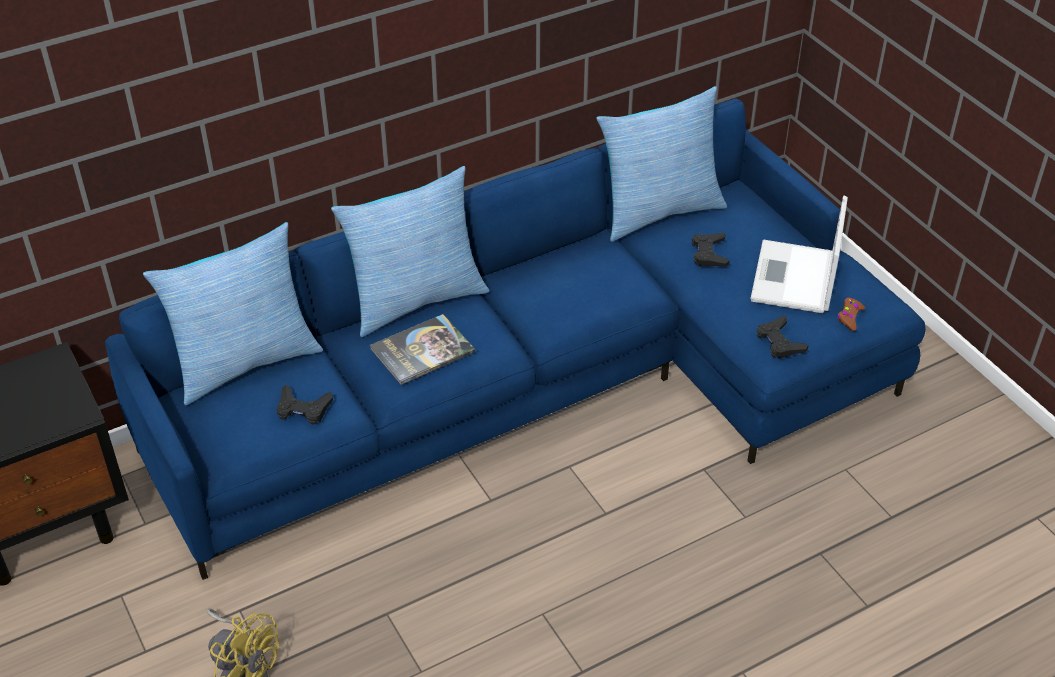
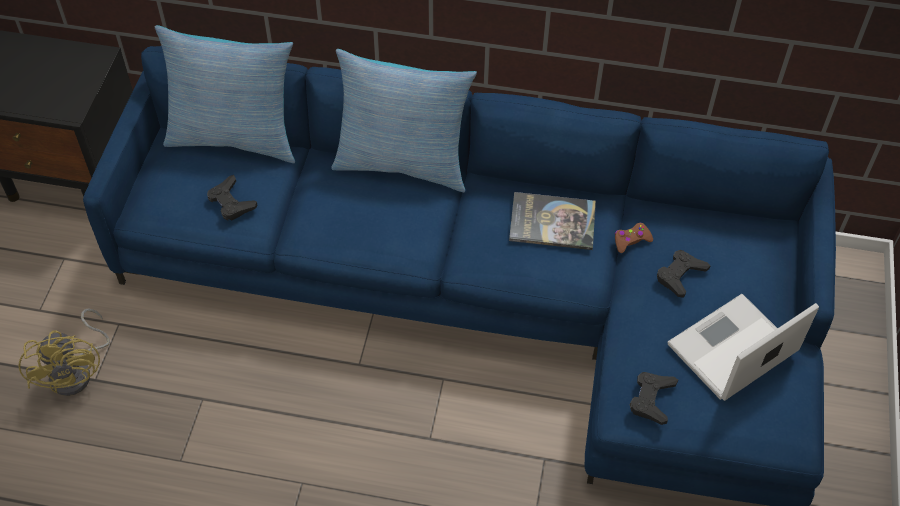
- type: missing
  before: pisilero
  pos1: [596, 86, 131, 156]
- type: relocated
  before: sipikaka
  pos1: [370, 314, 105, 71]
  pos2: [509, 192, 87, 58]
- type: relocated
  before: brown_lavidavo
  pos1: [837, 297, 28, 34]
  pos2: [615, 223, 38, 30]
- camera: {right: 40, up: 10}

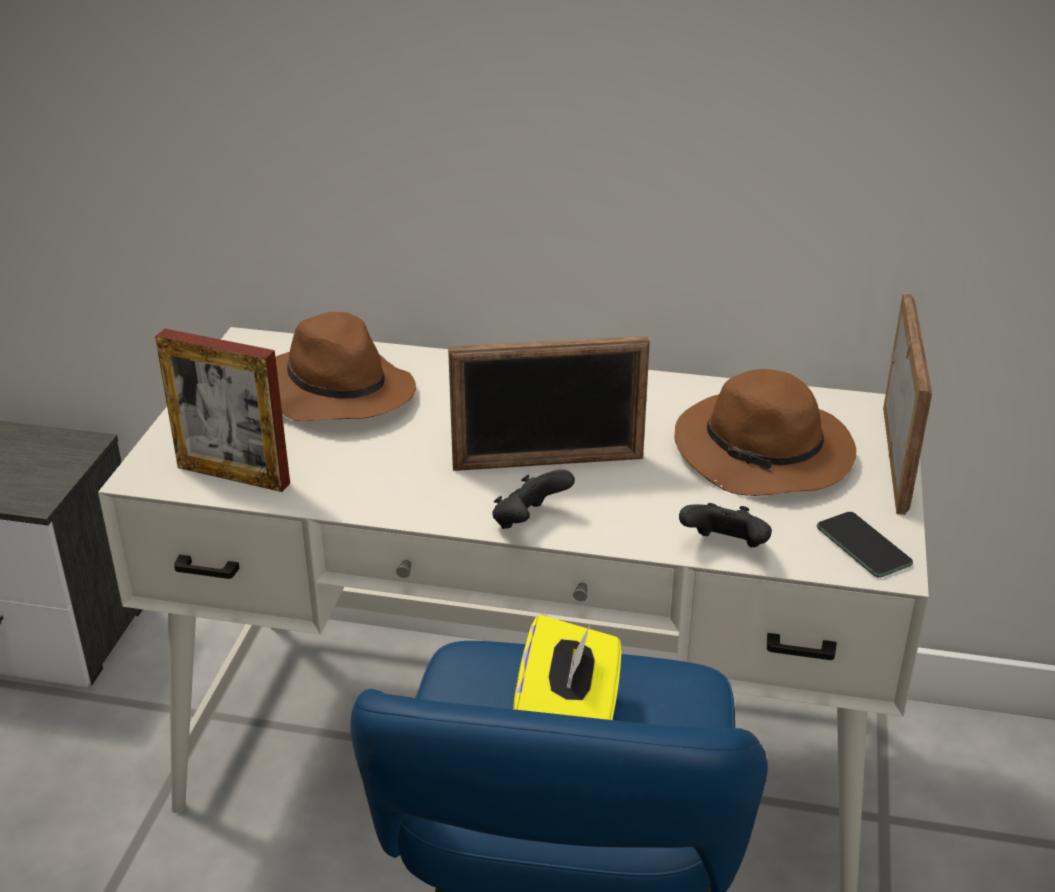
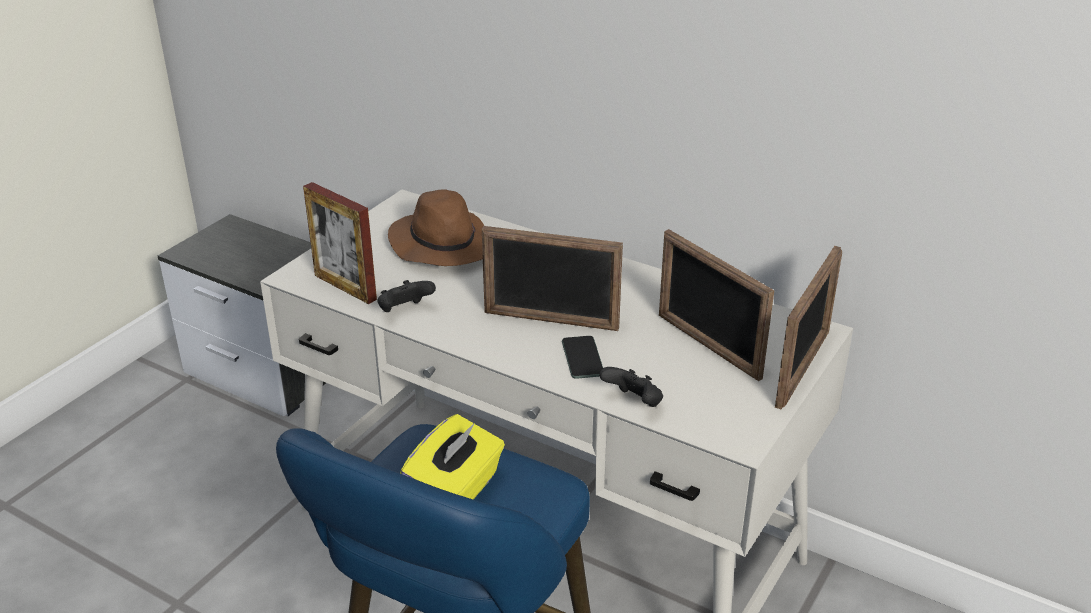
- type: relocated
  before: black_lavidavo
  pos1: [492, 470, 83, 59]
  pos2: [377, 280, 59, 32]
- type: relocated
  before: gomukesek
  pos1: [817, 512, 96, 66]
  pos2: [562, 336, 41, 43]
- type: exchanged
  before: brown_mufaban
  after: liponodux
  pos1: [674, 369, 182, 127]
  pos2: [659, 229, 115, 152]
- camera: {right: 20, up: 0}

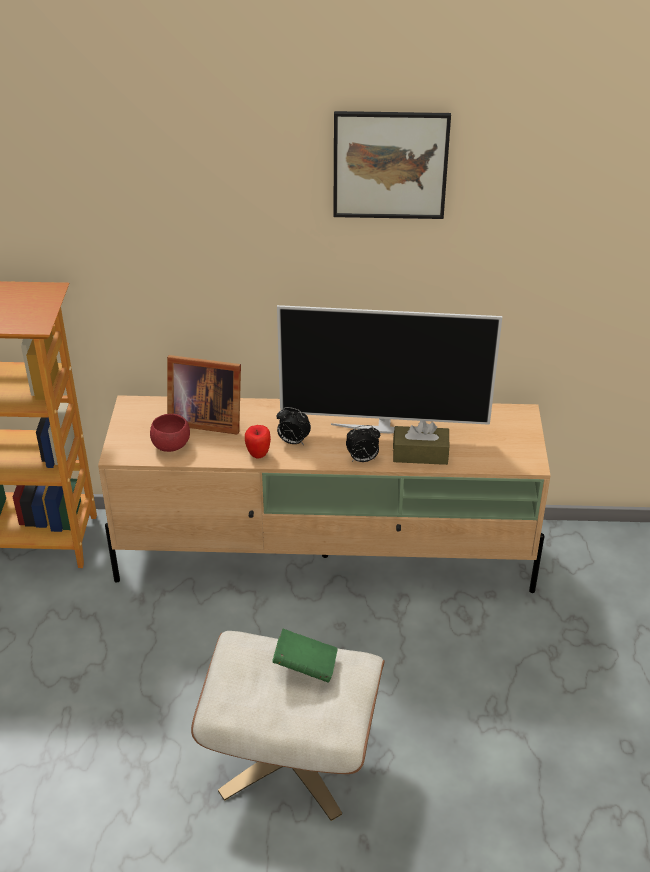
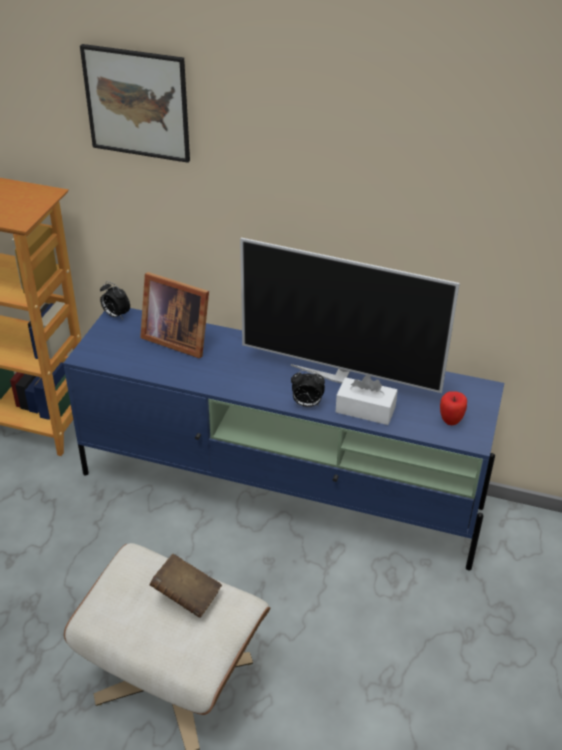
- type: missing
  before: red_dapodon
  pos1: [150, 414, 40, 38]
- type: relocated
  before: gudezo
  pos1: [245, 425, 26, 33]
  pos2: [440, 391, 27, 34]
- type: relocated
  before: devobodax
  pos1: [276, 407, 35, 38]
  pos2: [100, 281, 30, 38]
- type: relocated
  before: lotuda
  pos1: [333, 111, 118, 108]
  pos2: [80, 44, 110, 119]
- type: colour
  before: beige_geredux
  after: blue_geredux
  pos1: [98, 395, 453, 198]
  pos2: [63, 308, 441, 262]
- type: colour
  before: green_sipikaka
  after: brown_sipikaka
  pos1: [272, 629, 66, 54]
  pos2: [150, 554, 72, 64]
- type: colour
  before: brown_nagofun
  after: white_nagofun
  pos1: [393, 419, 56, 46]
  pos2: [336, 375, 62, 50]
- camera: {right: 15, up: 0}

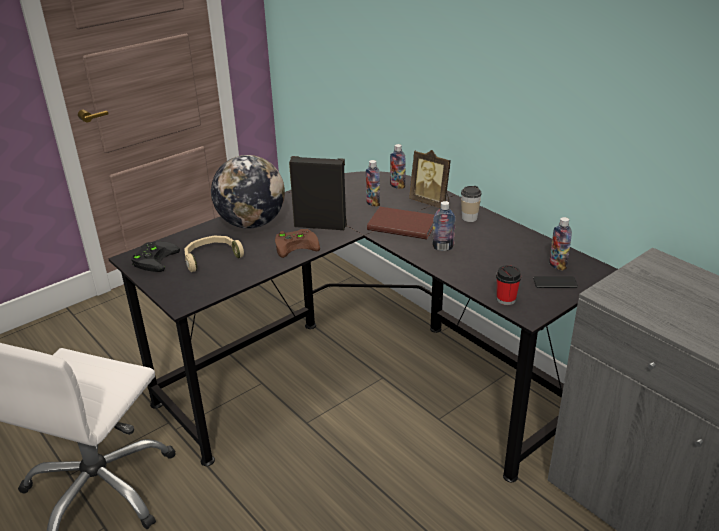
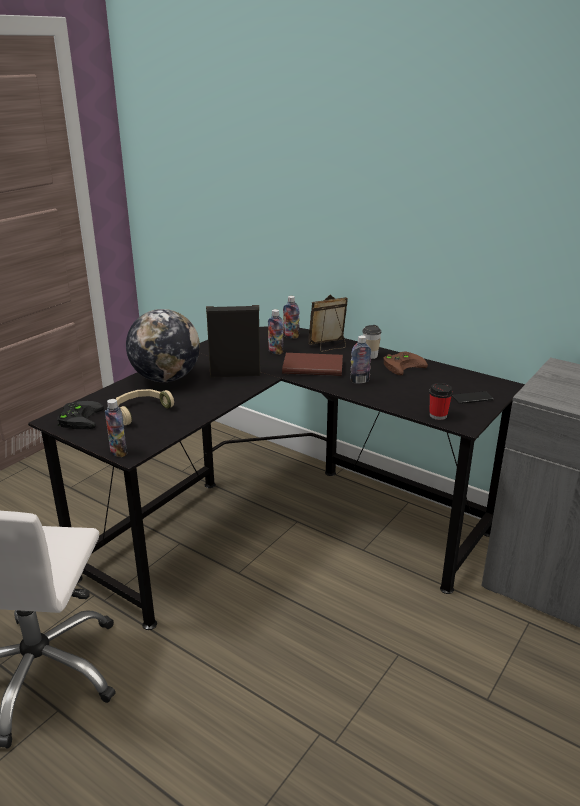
- type: relocated
  before: brown_lavidavo
  pos1: [275, 229, 45, 29]
  pos2: [383, 351, 45, 24]
- type: relocated
  before: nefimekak
  pos1: [549, 217, 23, 54]
  pos2: [105, 399, 22, 58]
- type: spun
  before: liponodux
  pos1: [409, 150, 42, 58]
  pos2: [308, 295, 40, 57]
  turn: 135
- camera: {right: -15, up: -5}

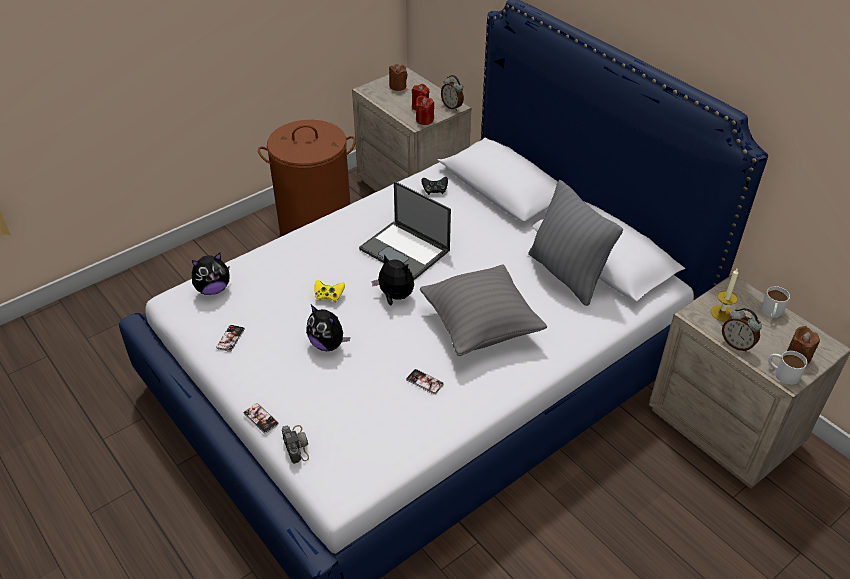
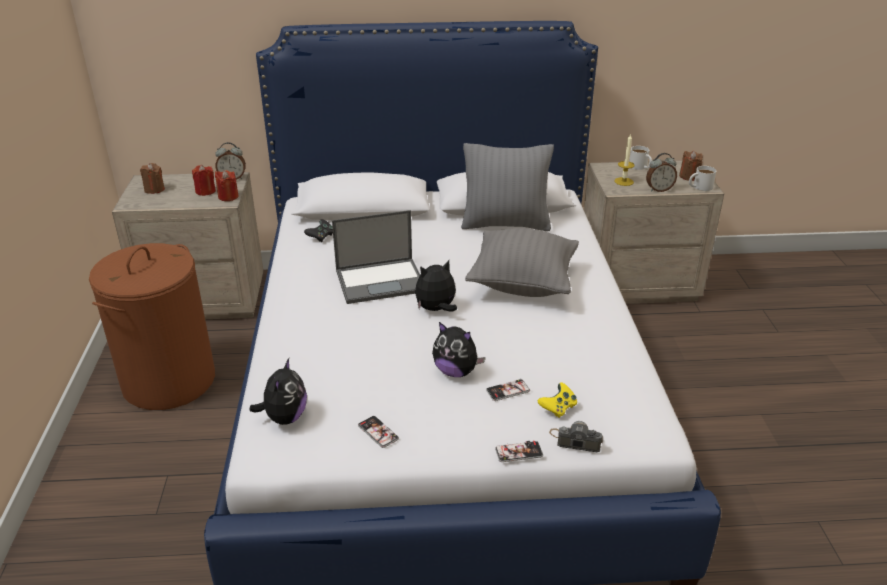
- type: relocated
  before: yellow_lavidavo
  pos1: [314, 280, 31, 22]
  pos2: [538, 382, 39, 36]
- type: relocated
  before: gomukesek
  pos1: [406, 369, 38, 25]
  pos2: [486, 378, 44, 23]
- type: spun
  before: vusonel
  pos1: [306, 305, 44, 46]
  pos2: [432, 322, 53, 55]
  turn: 45
- camera: {right: -55, up: -10}

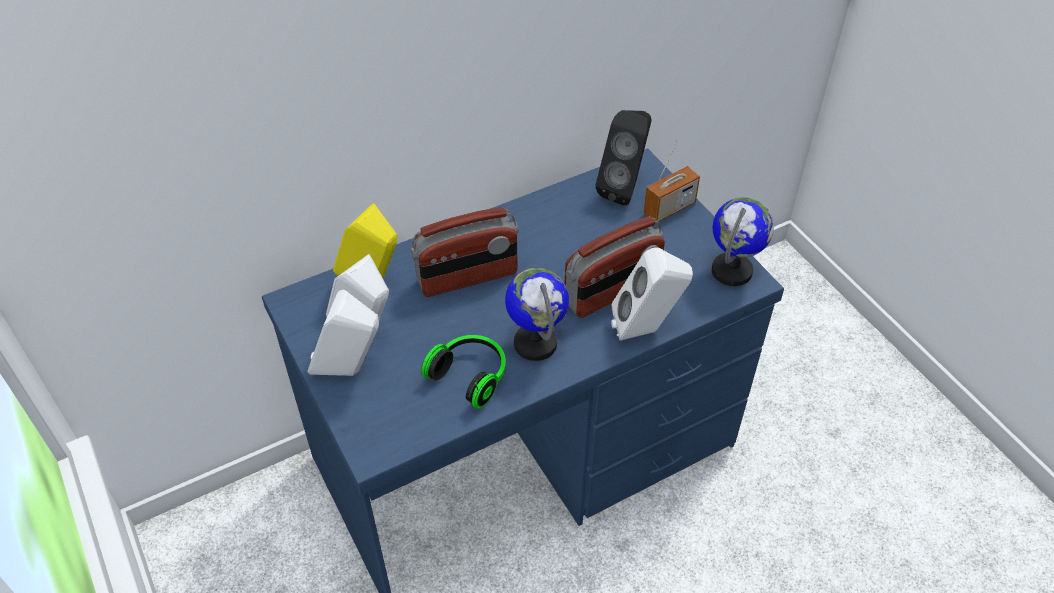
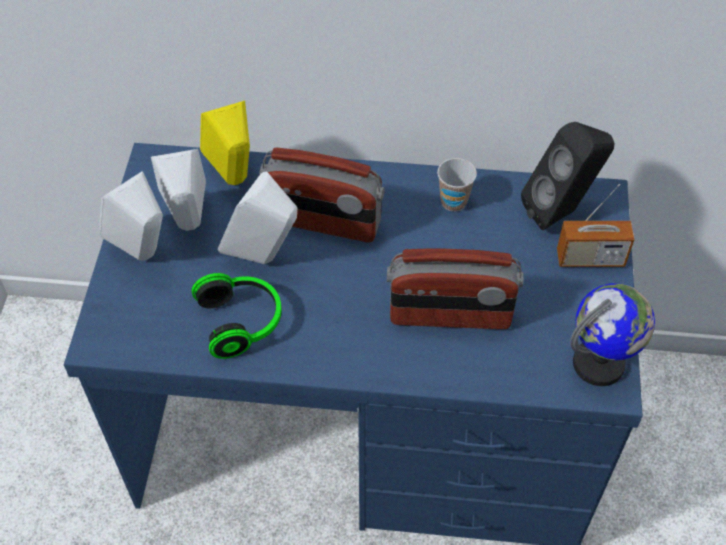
- type: missing
  before: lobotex
  pos1: [505, 268, 64, 93]
- type: appeared
  after: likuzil
  pos2: [437, 158, 40, 54]
- type: relocated
  before: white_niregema
  pos1: [611, 248, 82, 93]
  pos2: [218, 172, 80, 92]
- camera: {right: 35, up: 5}

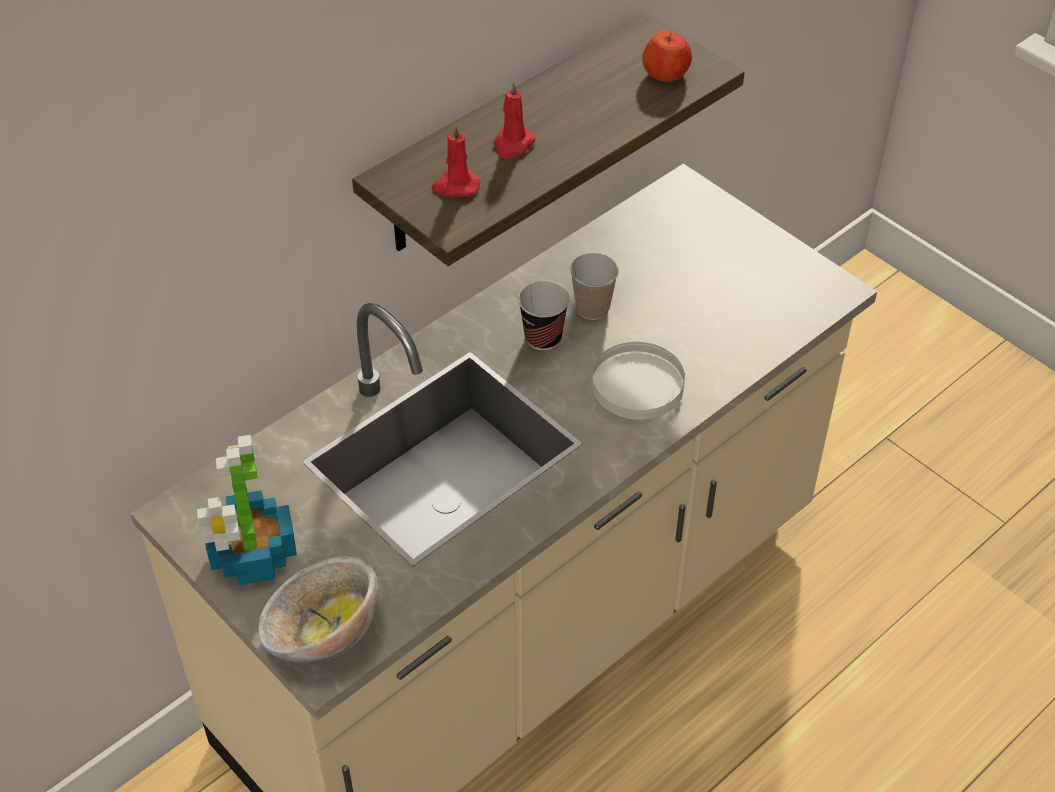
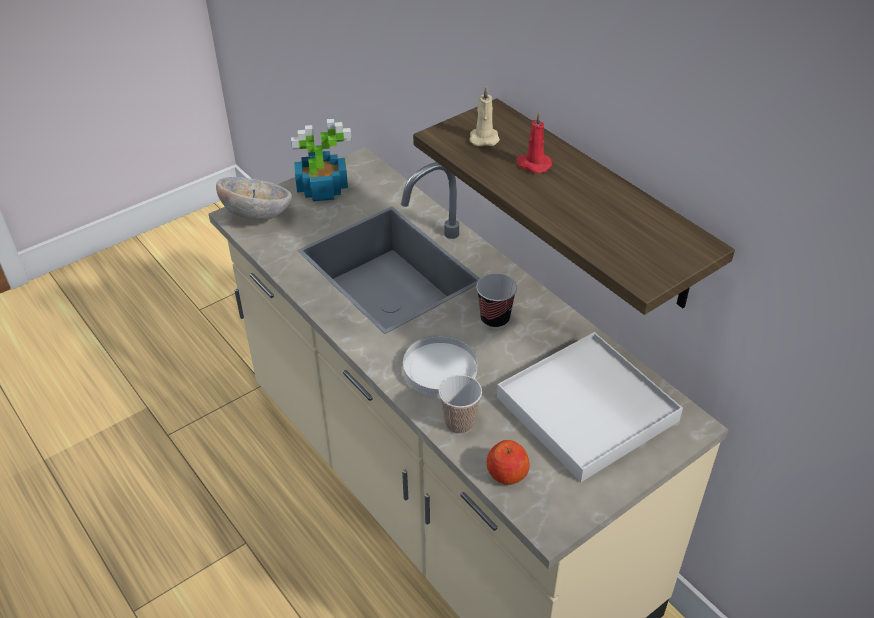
- type: appeared
  after: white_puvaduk
  pos2: [497, 332, 186, 150]
- type: relocated
  before: likuzil
  pos1: [570, 253, 49, 67]
  pos2: [438, 375, 44, 59]
- type: relocated
  before: gudezo
  pos1: [642, 32, 50, 50]
  pos2: [487, 440, 42, 45]
- type: colour
  before: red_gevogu
  after: beige_gevogu
  pos1: [431, 124, 49, 73]
  pos2: [470, 87, 30, 59]
- camera: {right: 95, up: -5}

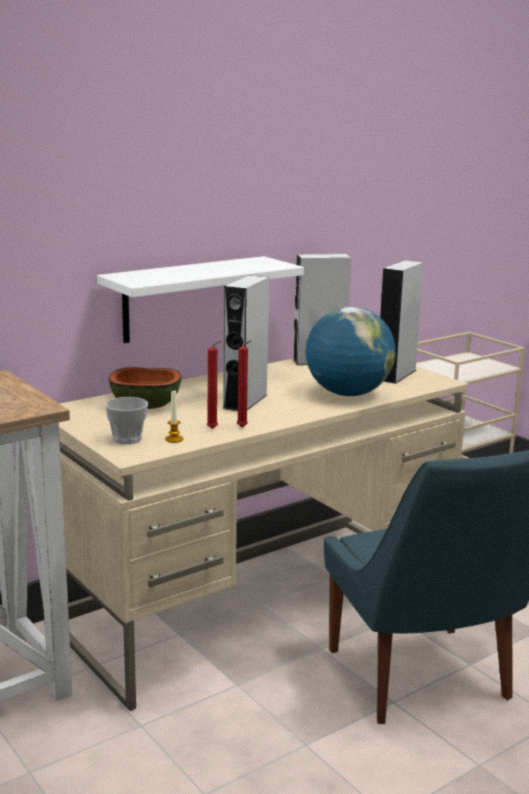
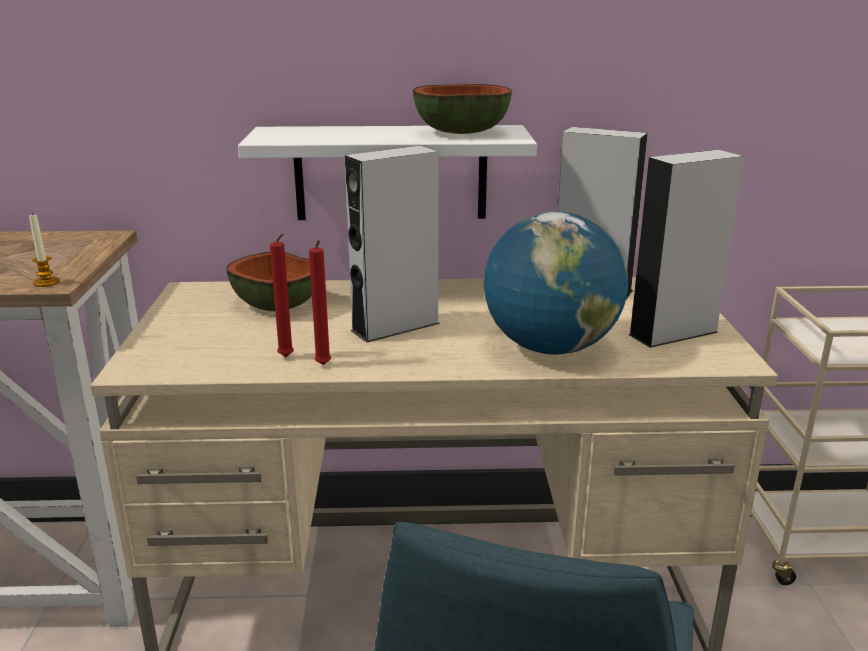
- type: missing
  before: likuzil
  pos1: [105, 397, 43, 47]
- type: appeared
  after: dapodon
  pos2: [413, 84, 99, 50]
- type: relocated
  before: gevogu
  pos1: [165, 390, 18, 53]
  pos2: [29, 213, 31, 74]
- camera: {right: 35, up: 5}

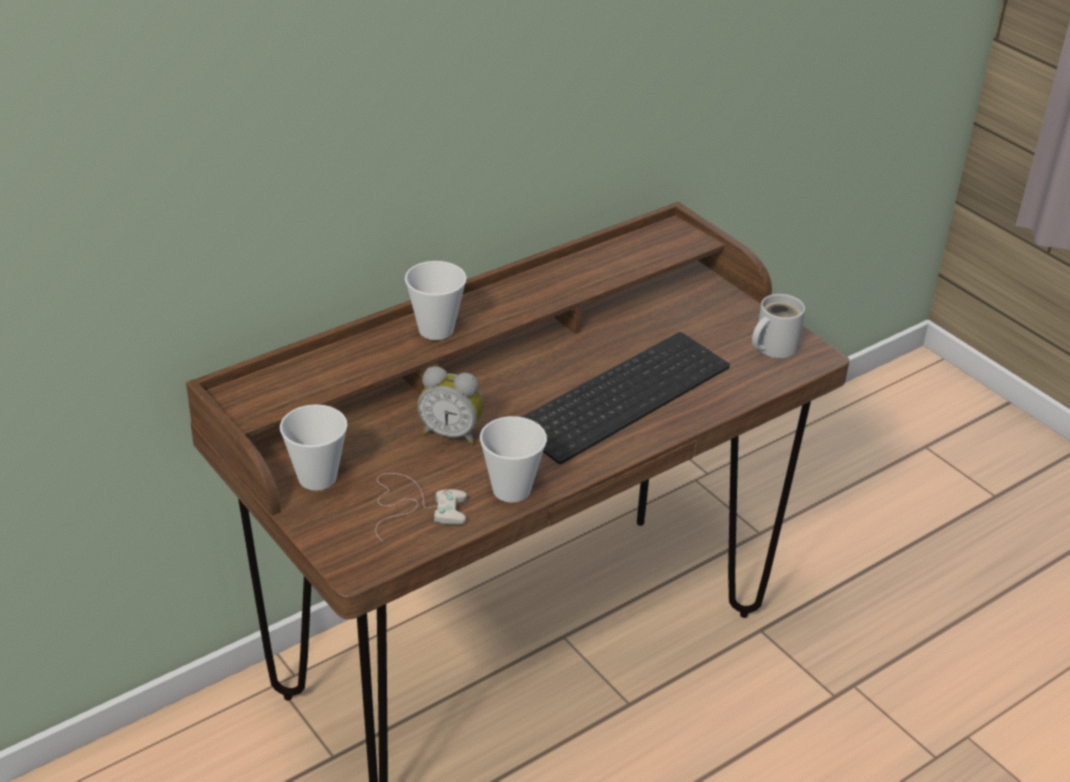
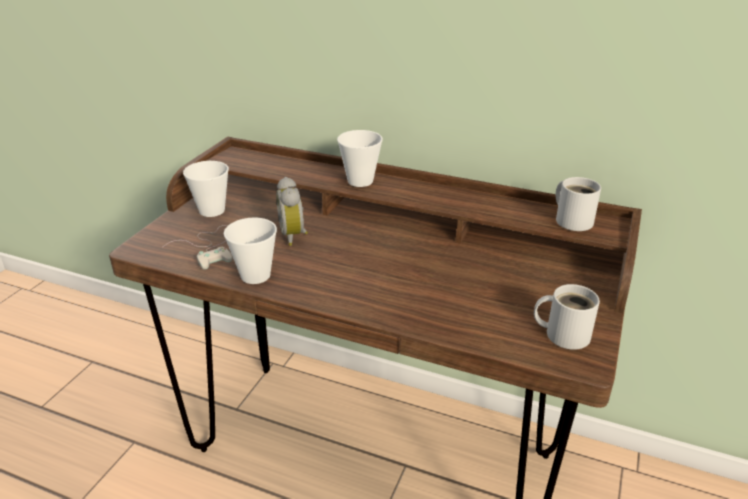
- type: missing
  before: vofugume
  pos1: [522, 332, 208, 132]
- type: appeared
  after: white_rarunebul
  pos2: [556, 177, 45, 54]
- camera: {right: 60, up: -5}

